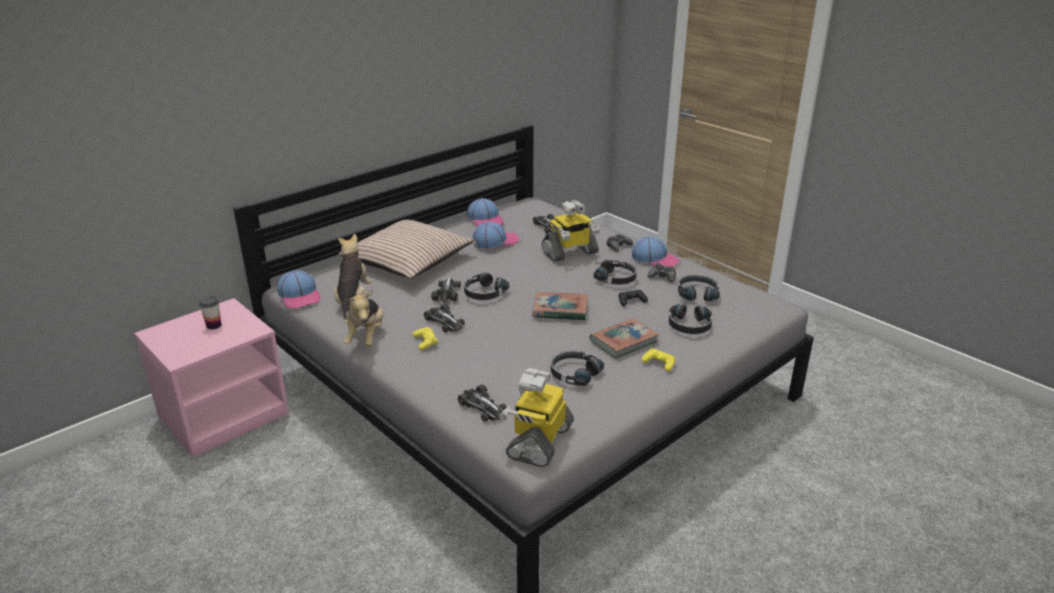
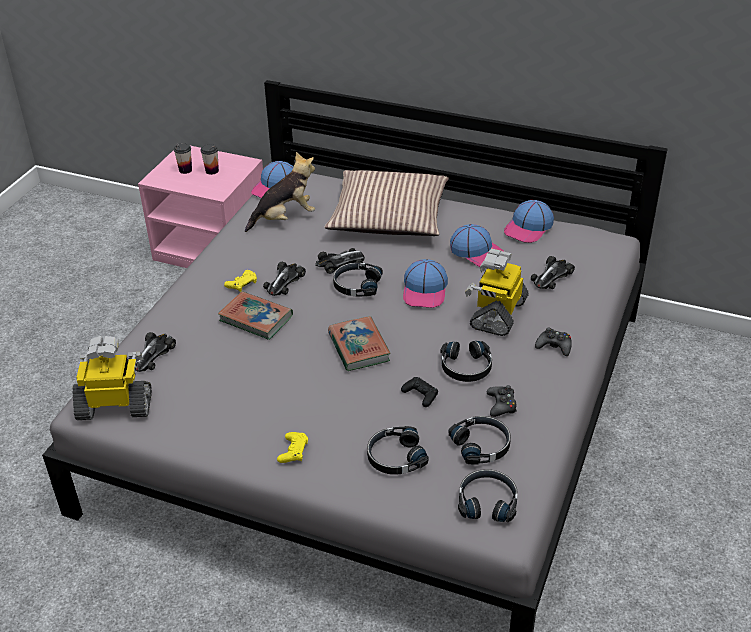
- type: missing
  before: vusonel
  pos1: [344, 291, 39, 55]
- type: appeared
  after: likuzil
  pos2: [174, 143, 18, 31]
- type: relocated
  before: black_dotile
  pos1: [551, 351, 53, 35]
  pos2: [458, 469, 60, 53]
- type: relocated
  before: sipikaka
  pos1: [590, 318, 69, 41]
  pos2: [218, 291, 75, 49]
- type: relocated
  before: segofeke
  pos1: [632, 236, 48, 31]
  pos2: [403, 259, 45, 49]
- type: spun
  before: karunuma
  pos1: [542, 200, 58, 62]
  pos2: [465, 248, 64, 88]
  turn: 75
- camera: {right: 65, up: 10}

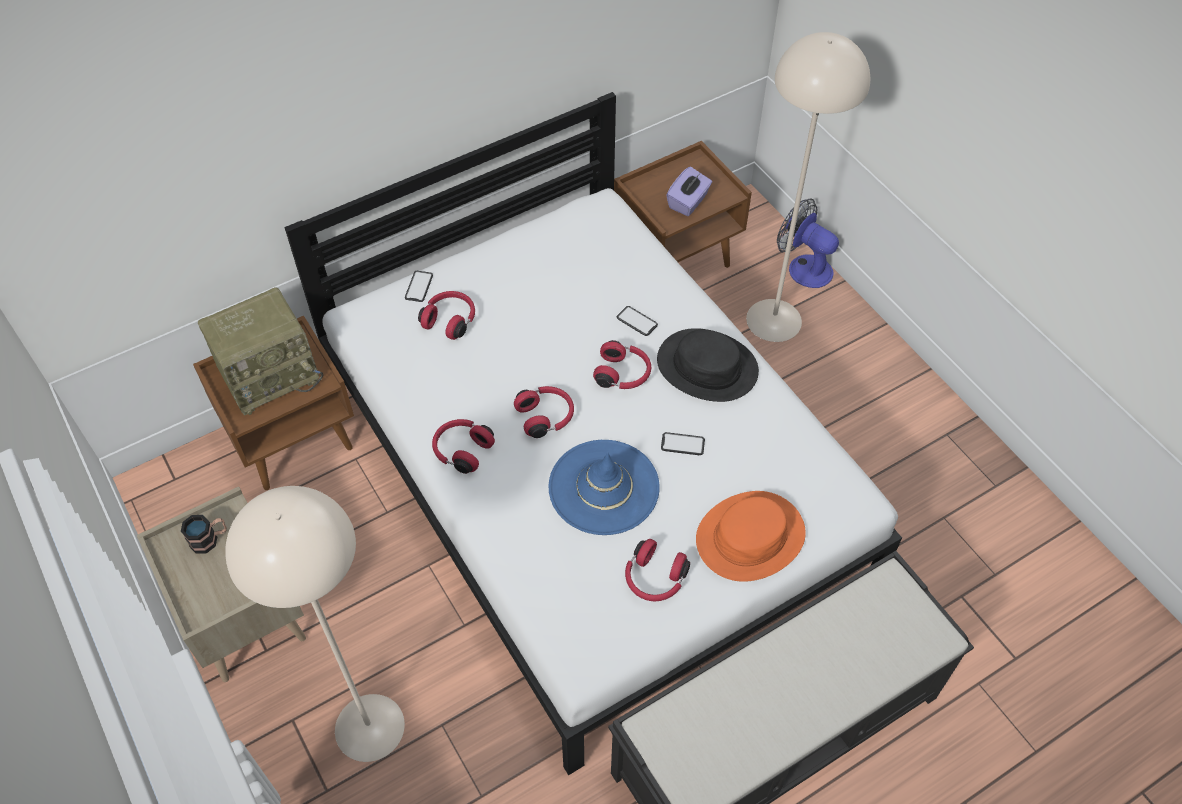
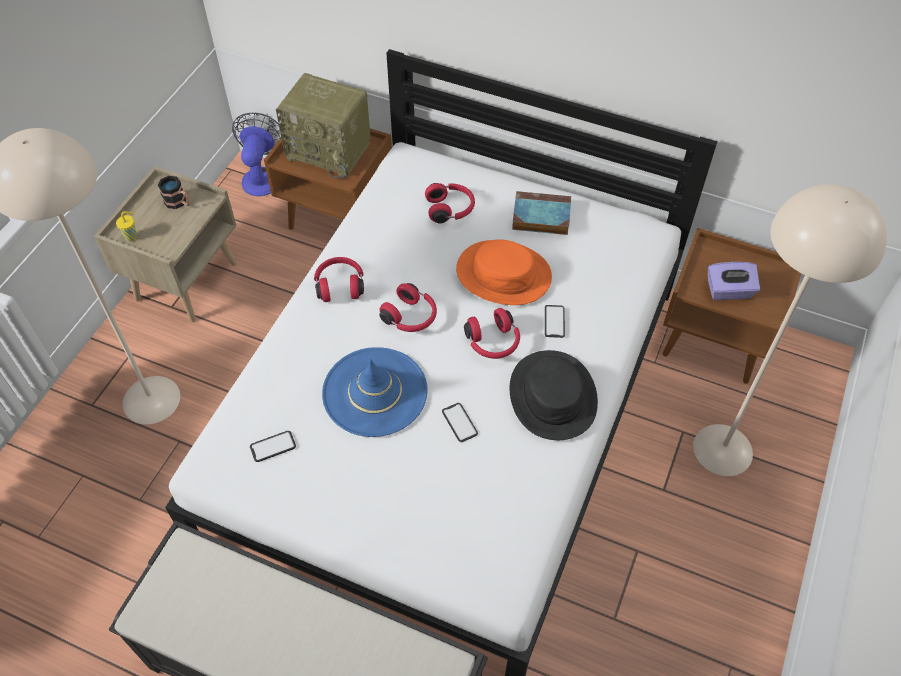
- type: missing
  before: red_dotile
  pos1: [625, 539, 65, 62]
- type: appeared
  after: yellow_likuzil
  pos2: [116, 211, 21, 31]
- type: appeared
  after: sipikaka
  pos2: [512, 191, 59, 44]
- type: relocated
  before: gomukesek
  pos1: [405, 271, 28, 31]
  pos2: [250, 431, 46, 31]
- type: relocated
  before: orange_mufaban
  pos1: [696, 491, 110, 91]
  pos2: [456, 239, 96, 66]
- type: relocated
  before: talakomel
  pos1: [777, 198, 62, 90]
  pos2: [232, 112, 49, 84]
- camera: {right: 55, up: 0}

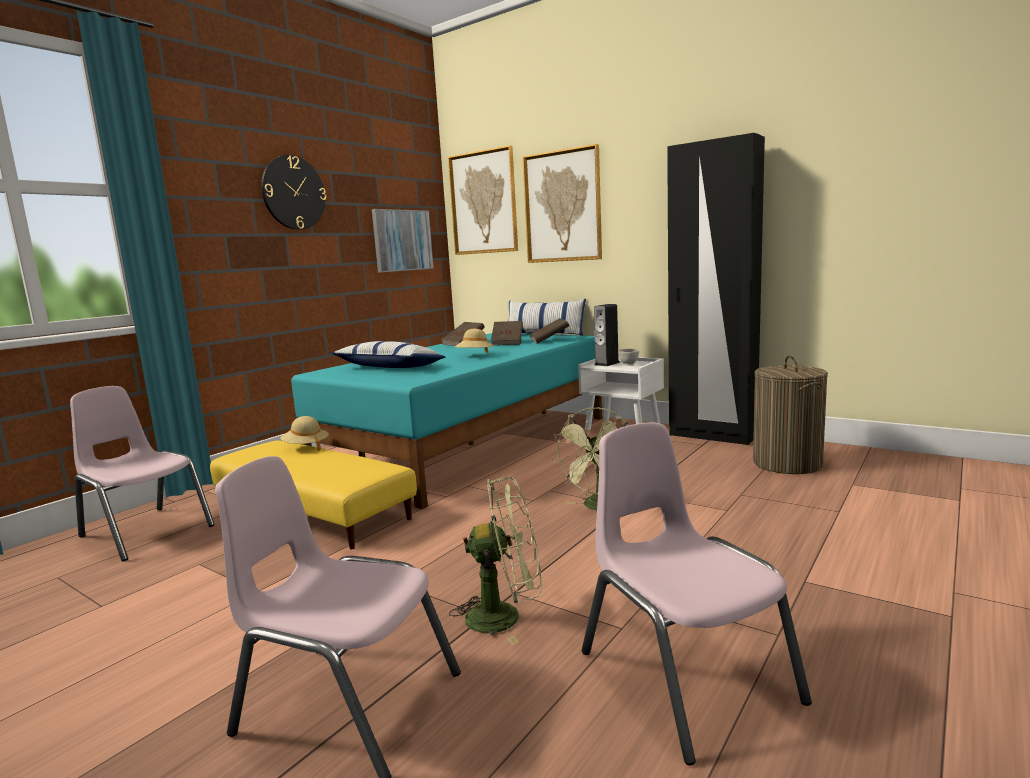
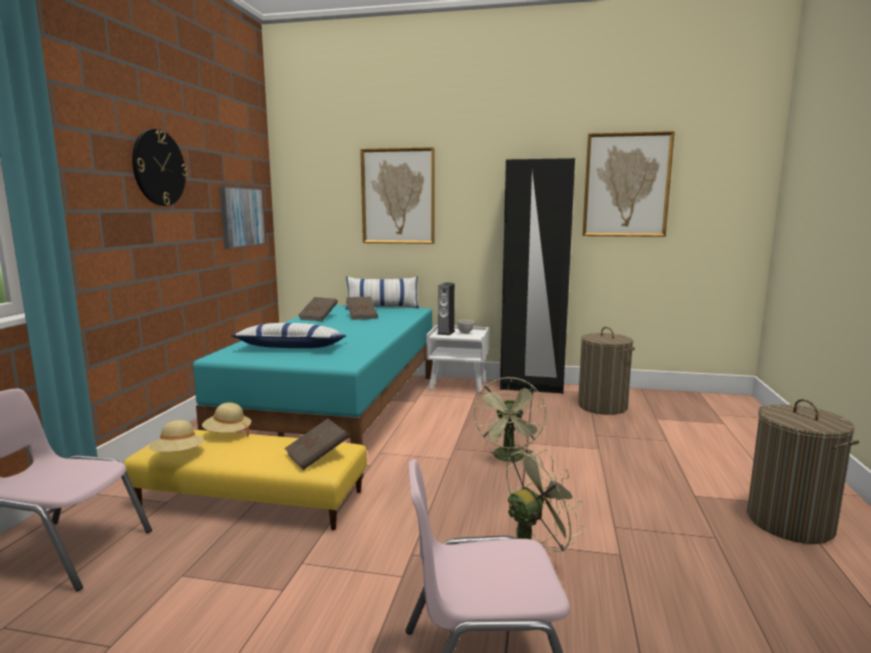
- type: missing
  before: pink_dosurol
  pos1: [582, 422, 230, 343]
- type: appeared
  after: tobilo
  pos2: [747, 399, 112, 145]
- type: relocated
  before: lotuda
  pos1: [448, 145, 70, 110]
  pos2: [583, 131, 92, 106]
- type: relocated
  before: beige_mufaban
  pos1: [455, 329, 39, 24]
  pos2: [149, 420, 55, 32]
- type: relocated
  before: brown_sipikaka
  pos1: [529, 318, 40, 26]
  pos2: [284, 419, 64, 51]
- camera: {right: -25, up: 0}

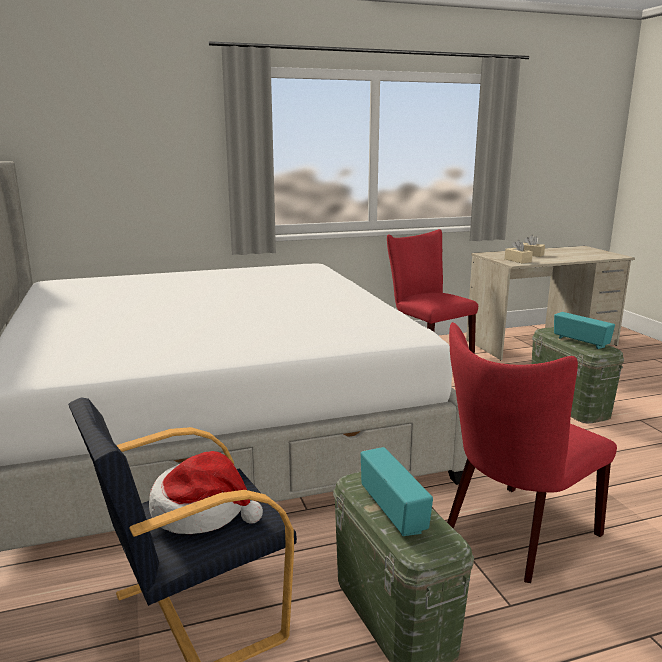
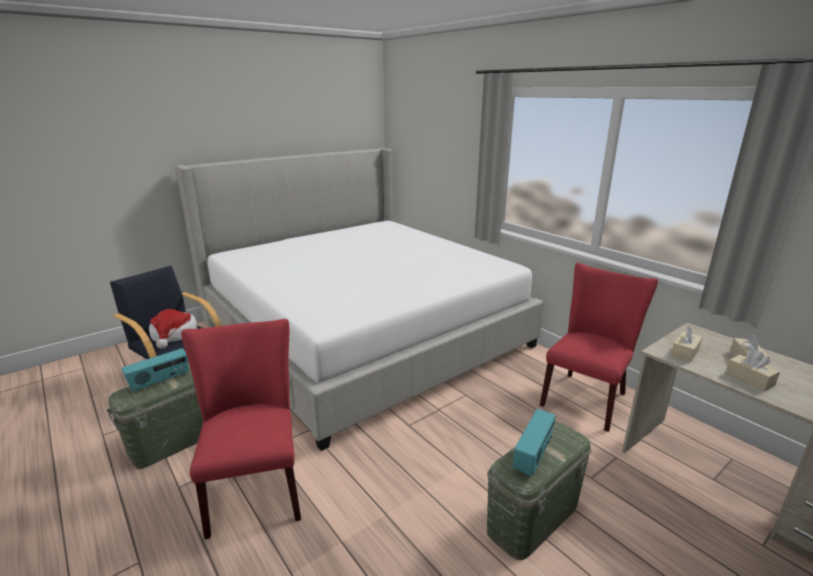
- type: appeared
  after: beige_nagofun
  pos2: [725, 350, 55, 41]
- type: spun
  before: red_dosurol
  pos1: [447, 322, 170, 261]
  pos2: [181, 319, 120, 220]
  turn: 45
- camera: {right: 70, up: 5}

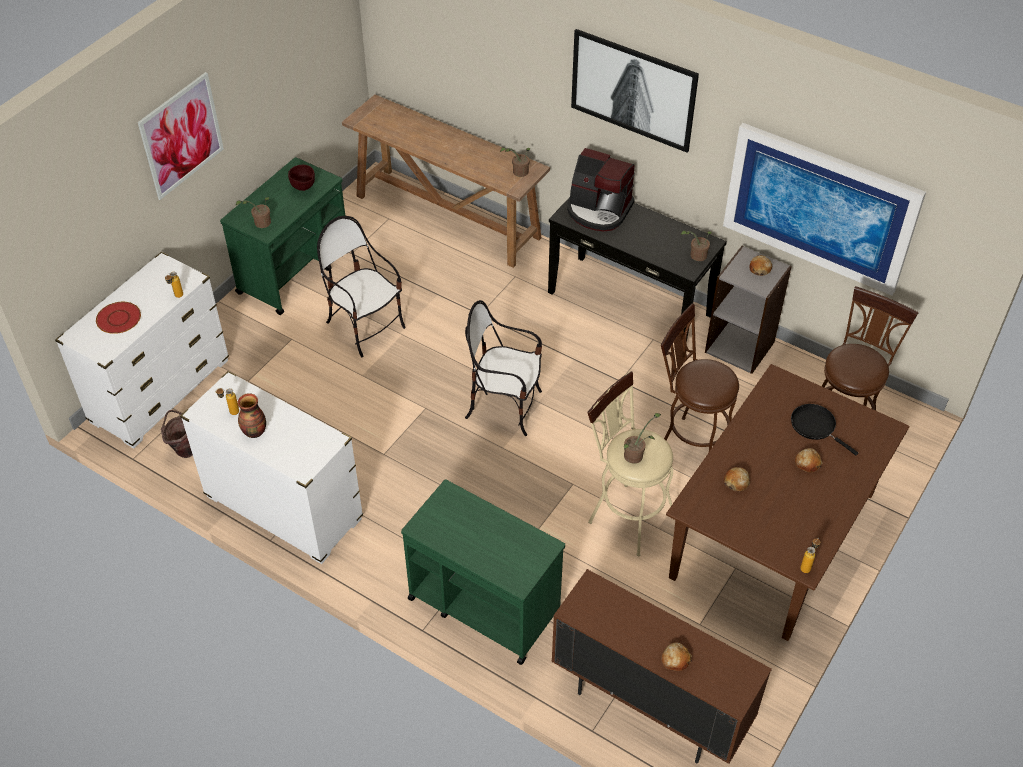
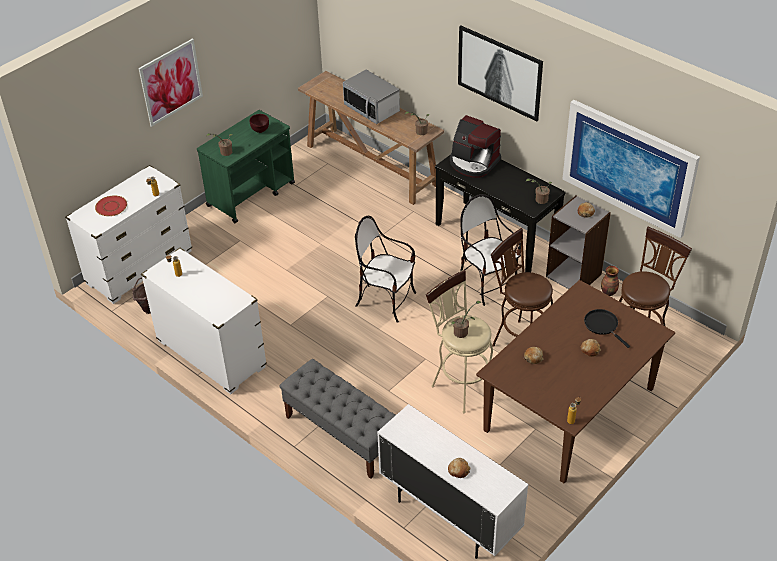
- type: appeared
  after: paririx
  pos2: [343, 70, 57, 54]
- type: relocated
  before: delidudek
  pos1: [238, 393, 28, 45]
  pos2: [601, 266, 18, 30]
- type: relocated
  before: dosurol
  pos1: [317, 216, 88, 141]
  pos2: [460, 194, 61, 112]
- type: exchanged
  before: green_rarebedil
  after: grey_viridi
  pos1: [401, 479, 164, 186]
  pos2: [279, 359, 117, 120]
- type: colour
  before: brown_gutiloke
  after: white_gutiloke
  pos1: [551, 569, 221, 195]
  pos2: [377, 404, 152, 155]
- camera: {right: 10, up: -5}

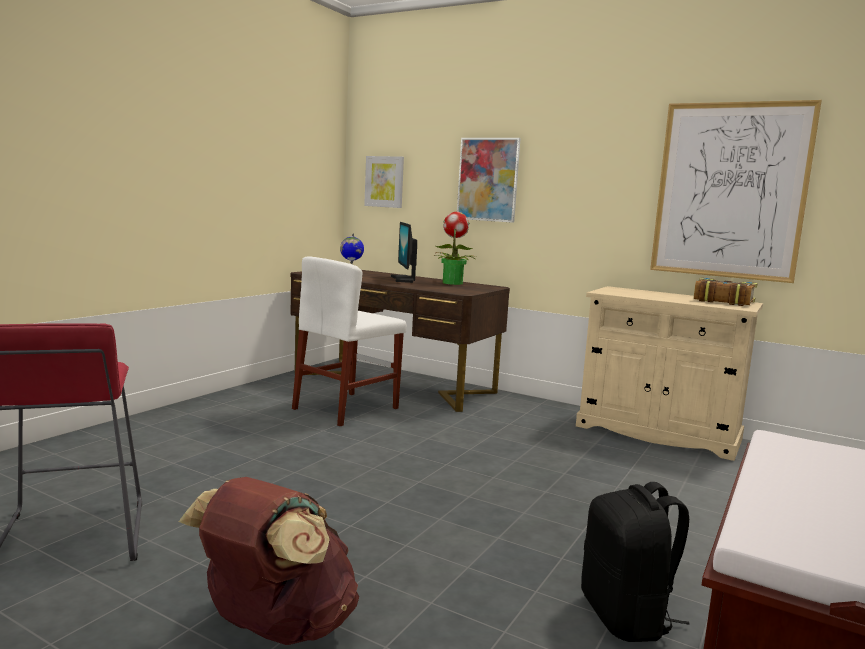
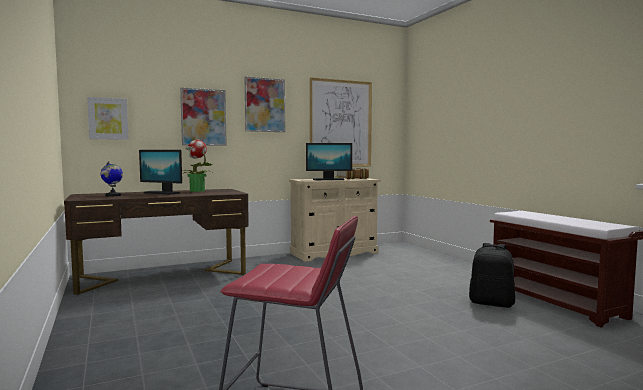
- type: missing
  before: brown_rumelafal
  pos1: [179, 477, 180, 168]
- type: missing
  before: white_dosurol
  pos1: [292, 256, 115, 170]
- type: appeared
  after: lotuda
  pos2: [245, 76, 40, 56]
- type: appeared
  after: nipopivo
  pos2: [306, 143, 46, 37]
- camera: {right: -55, up: -5}

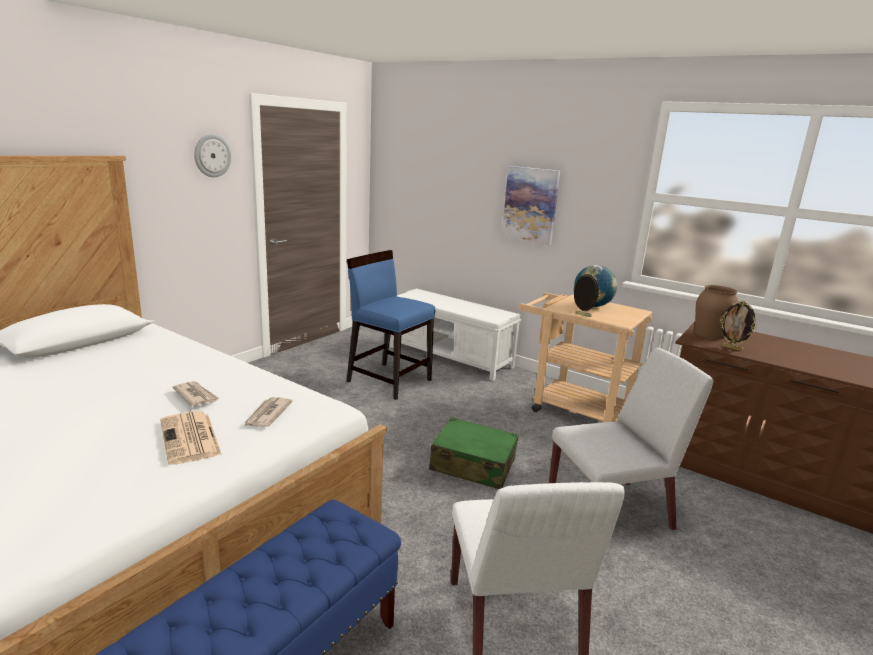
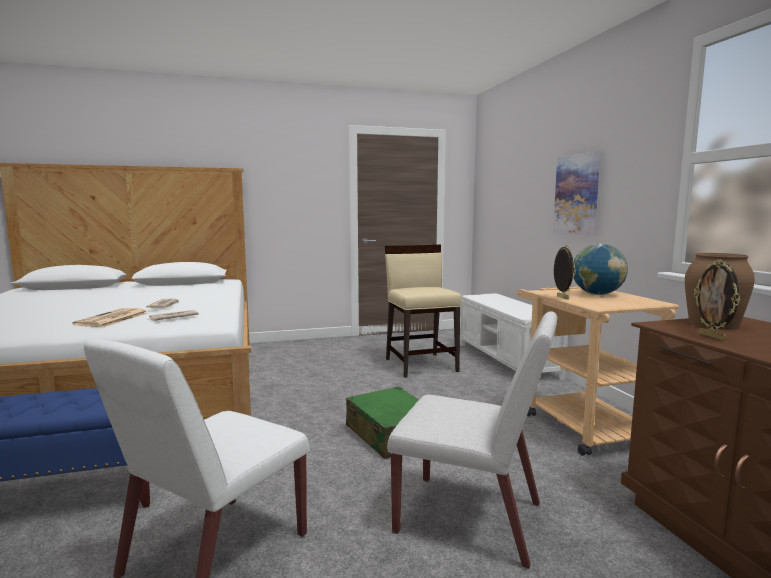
- type: missing
  before: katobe
  pos1: [194, 134, 37, 43]
- type: colour
  before: blue_dosurol
  after: beige_dosurol
  pos1: [347, 250, 88, 150]
  pos2: [385, 245, 77, 133]
- camera: {right: 40, up: -10}

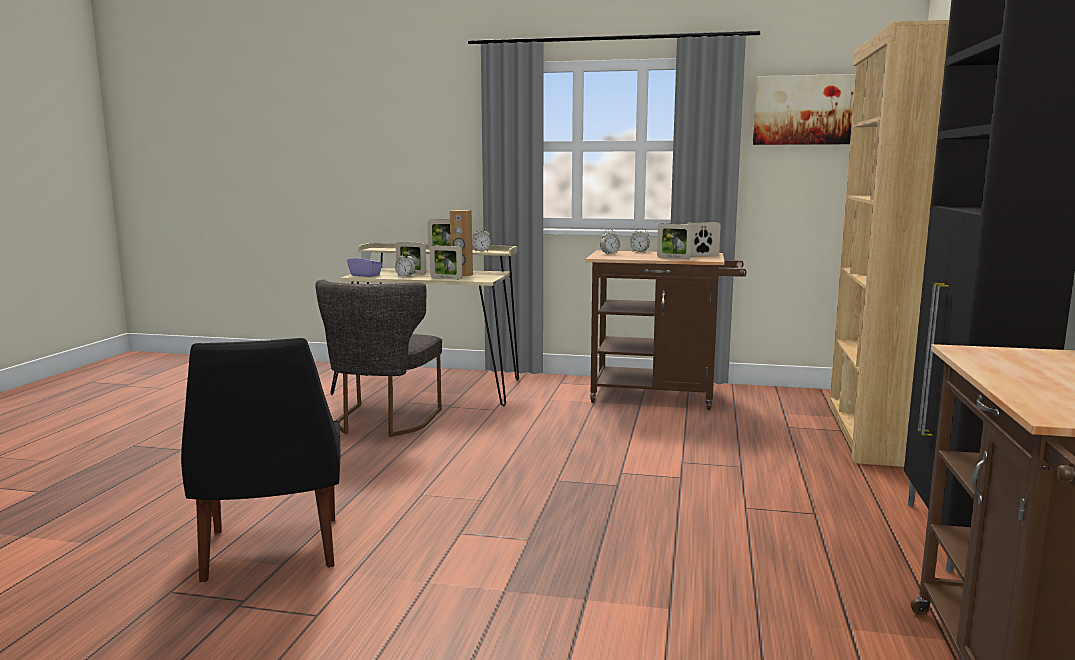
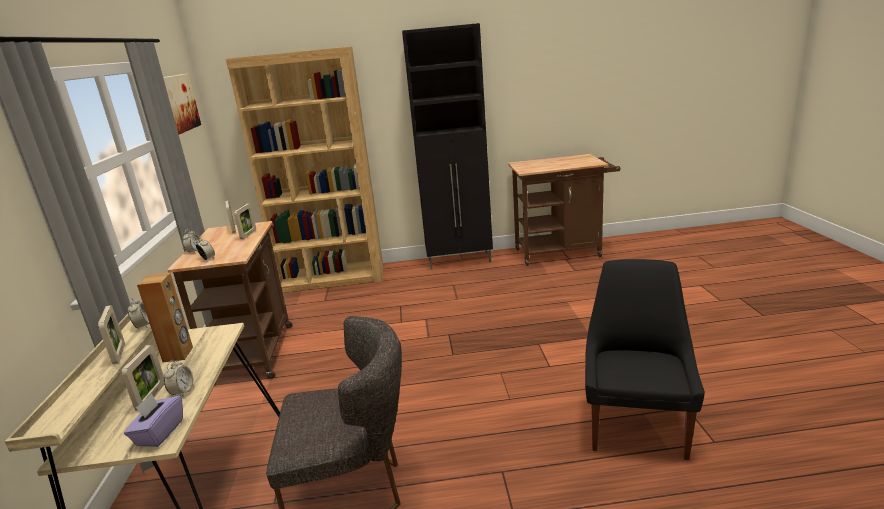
- type: missing
  before: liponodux
  pos1: [430, 245, 32, 35]
- type: spun
  before: black_dosurol
  pos1: [181, 338, 159, 245]
  pos2: [585, 259, 120, 201]
  turn: -45
- camera: {right: -105, up: 10}

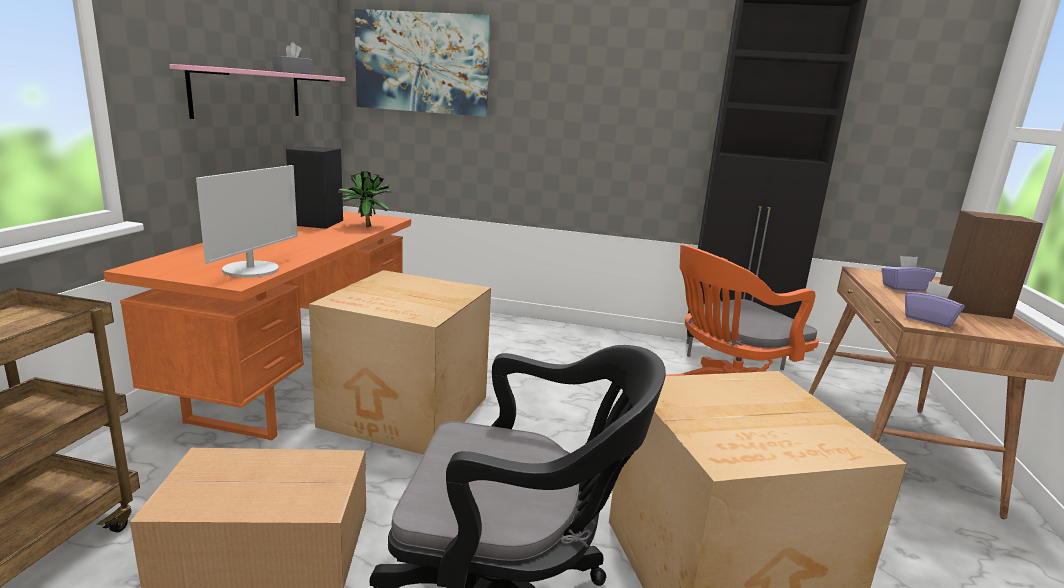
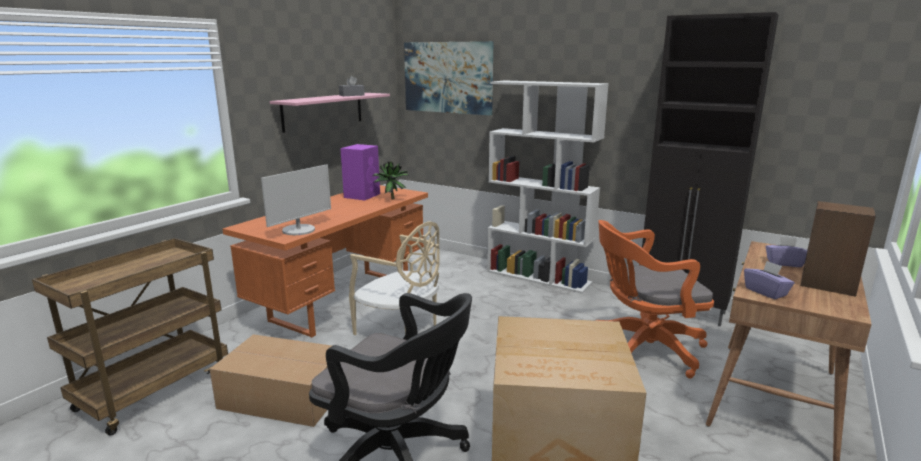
- type: appeared
  after: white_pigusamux
  pos2: [487, 80, 122, 214]
- type: exchanged
  before: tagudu
  after: beige_dosurol
  pos1: [309, 270, 182, 185]
  pos2: [349, 221, 91, 114]
- type: colour
  before: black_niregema
  after: purple_niregema
  pos1: [286, 146, 57, 83]
  pos2: [340, 144, 40, 57]
- camera: {right: 20, up: 0}

